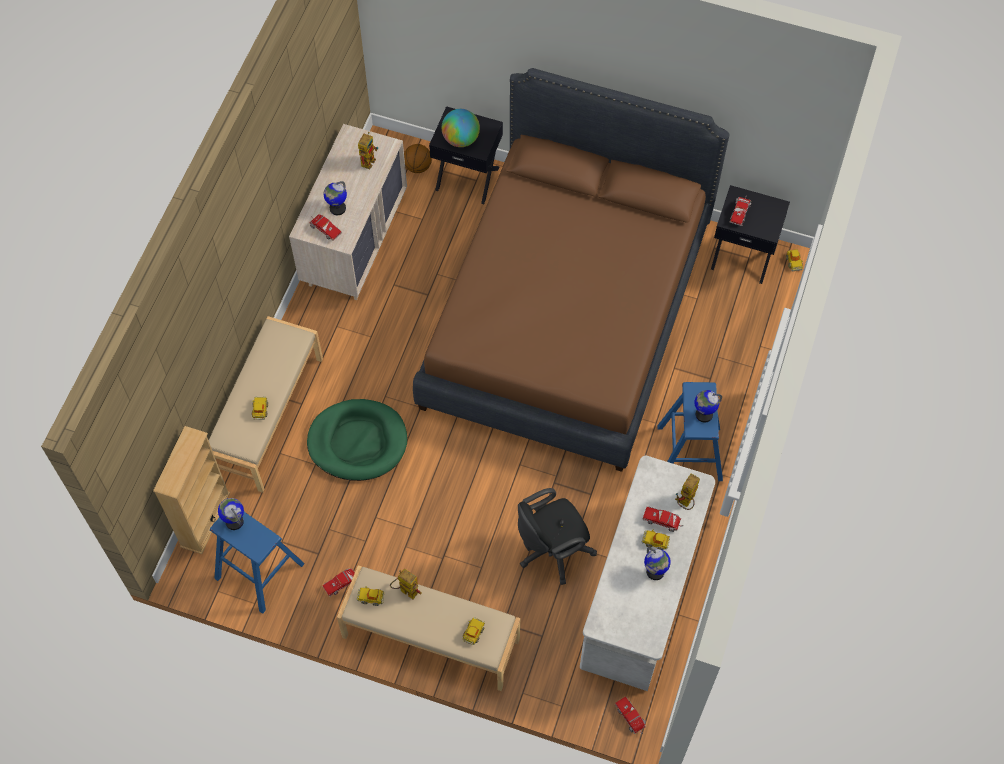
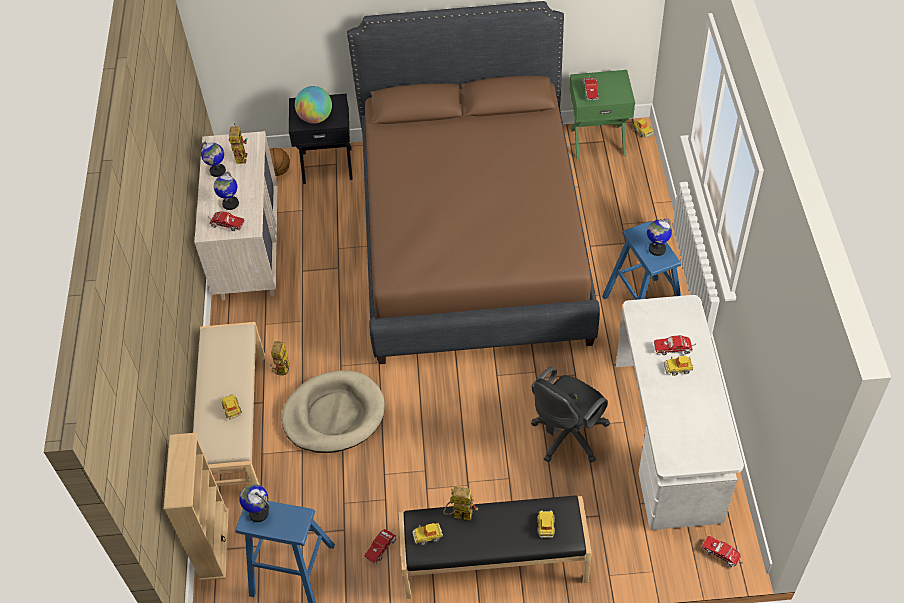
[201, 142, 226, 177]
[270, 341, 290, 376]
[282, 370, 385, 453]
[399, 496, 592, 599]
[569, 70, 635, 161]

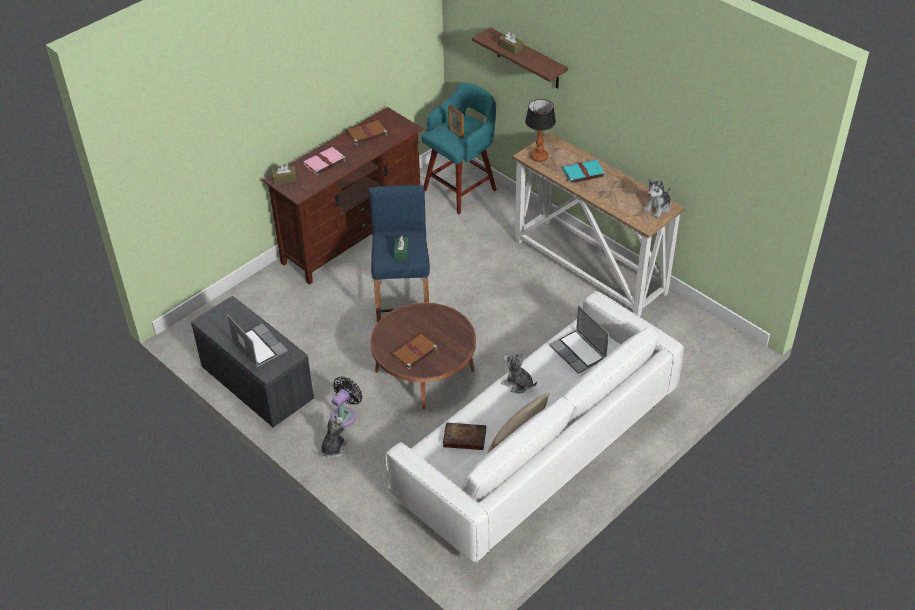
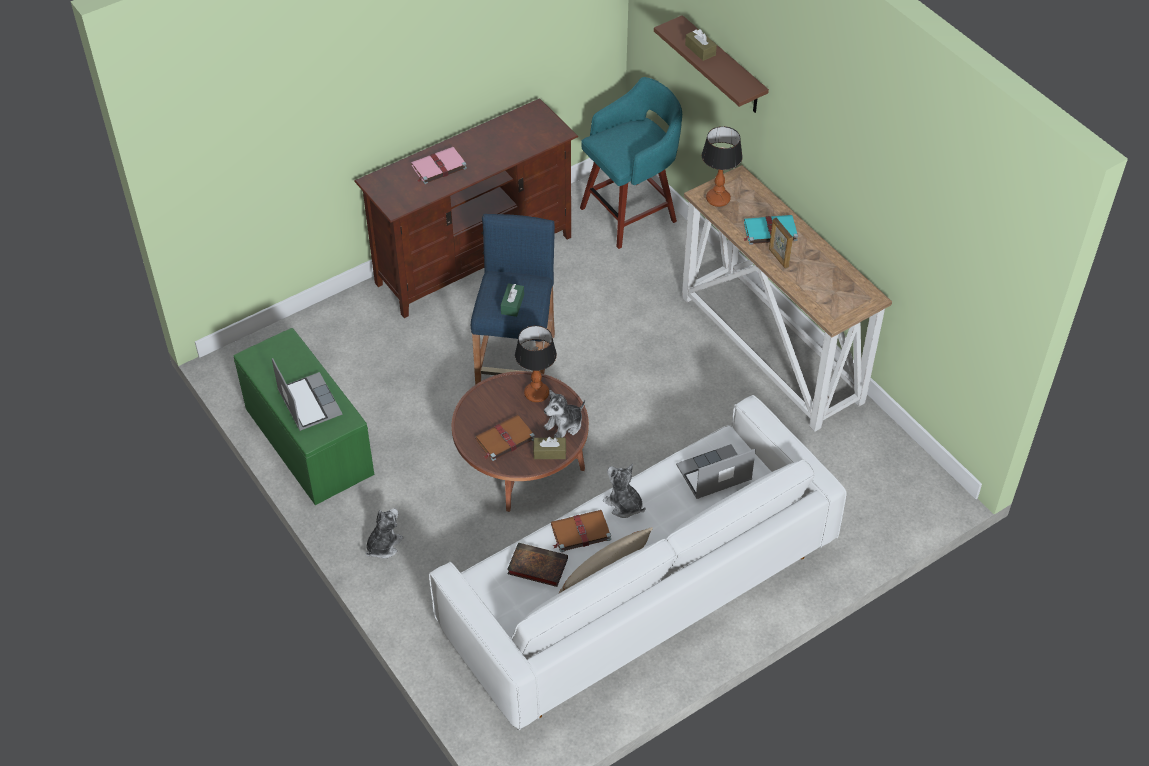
[234, 328, 374, 505]
[515, 325, 557, 402]
[533, 437, 566, 459]
[544, 390, 585, 438]
[551, 510, 611, 552]
[676, 444, 756, 499]
[769, 218, 793, 269]
[331, 376, 362, 427] (first image)

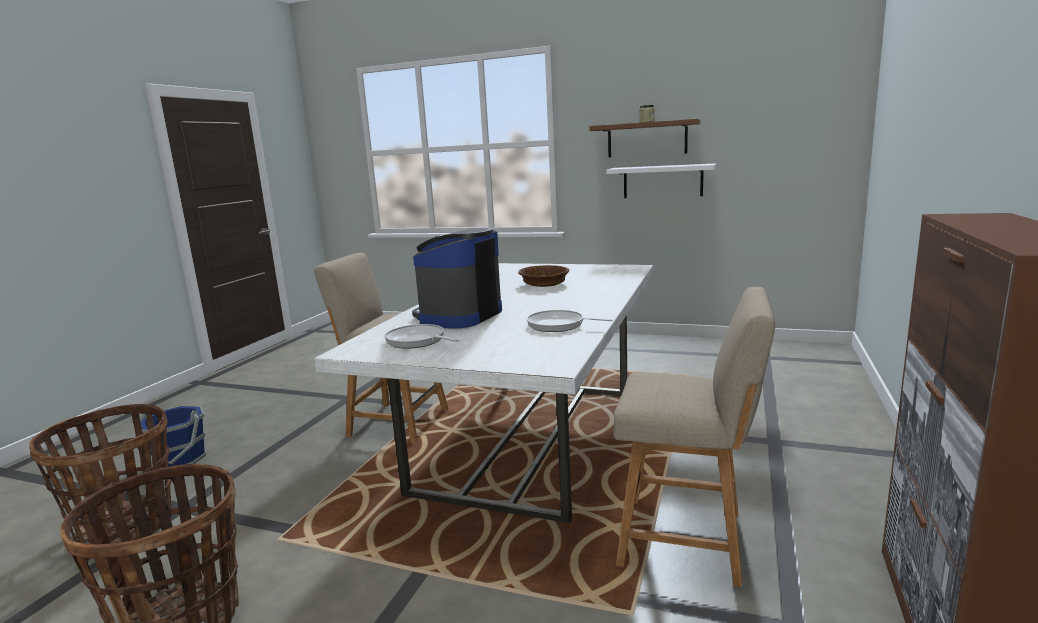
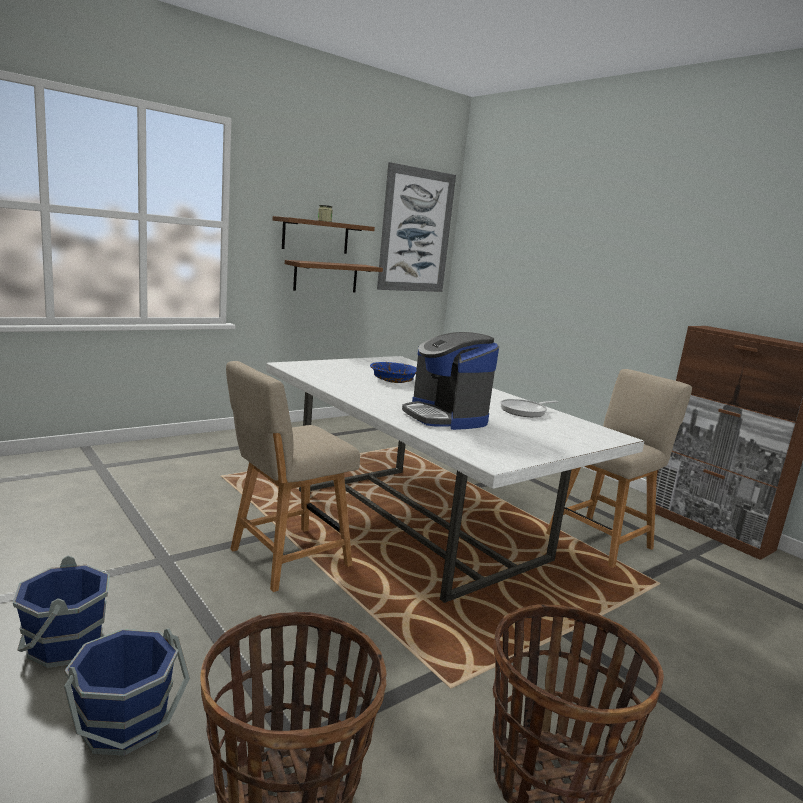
[13, 556, 110, 668]
[285, 260, 383, 292]
[370, 362, 417, 383]
[377, 162, 456, 292]
[384, 324, 460, 349] (first image)

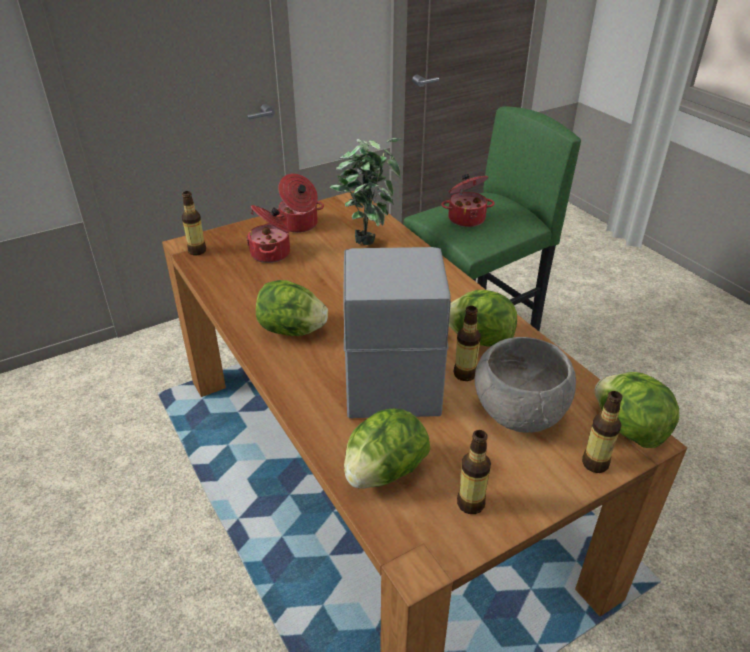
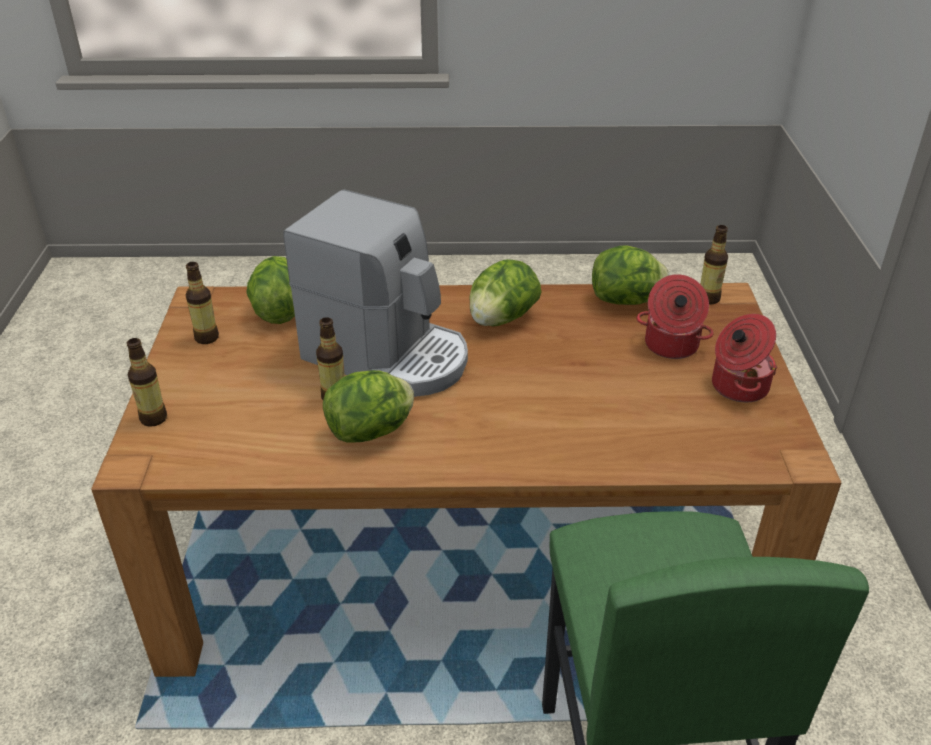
[592, 245, 670, 305]
[330, 138, 402, 245] (first image)
[441, 174, 495, 227] (first image)
[475, 337, 576, 433] (first image)

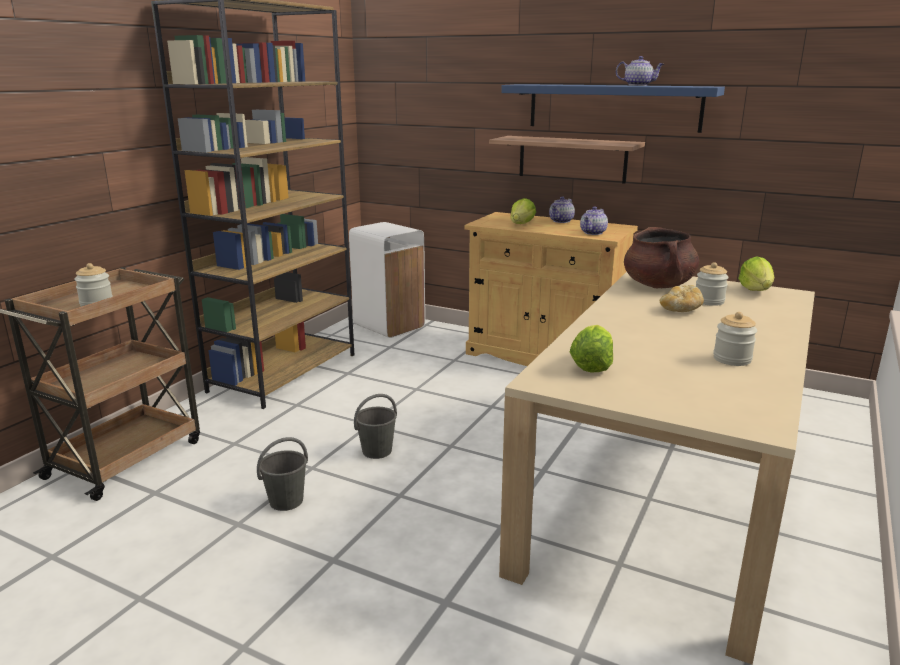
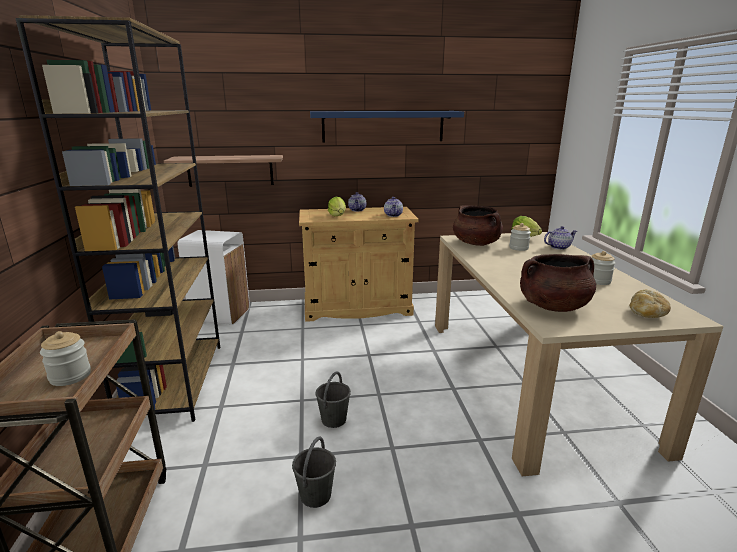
[164, 155, 283, 187]
[520, 254, 596, 312]
[544, 226, 577, 250]
[629, 290, 671, 318]

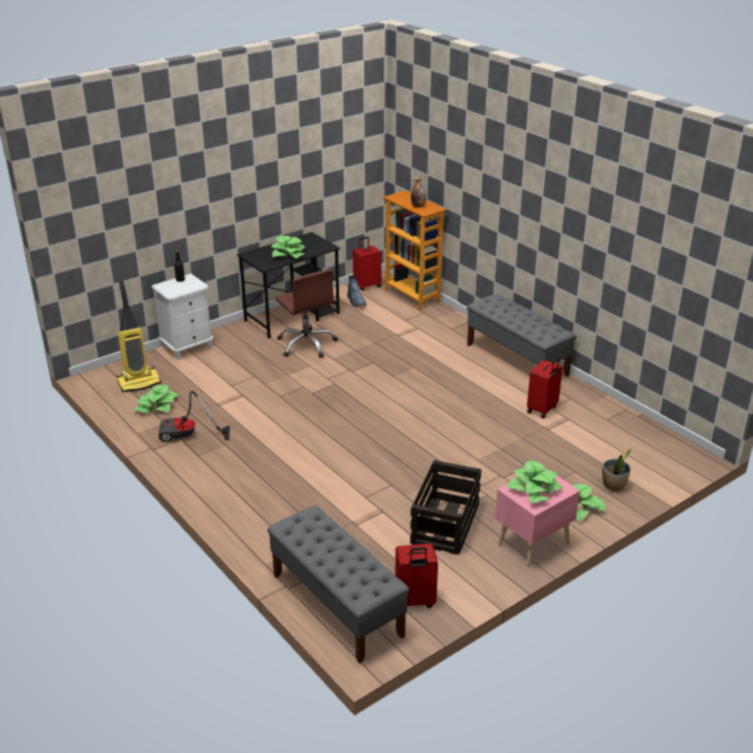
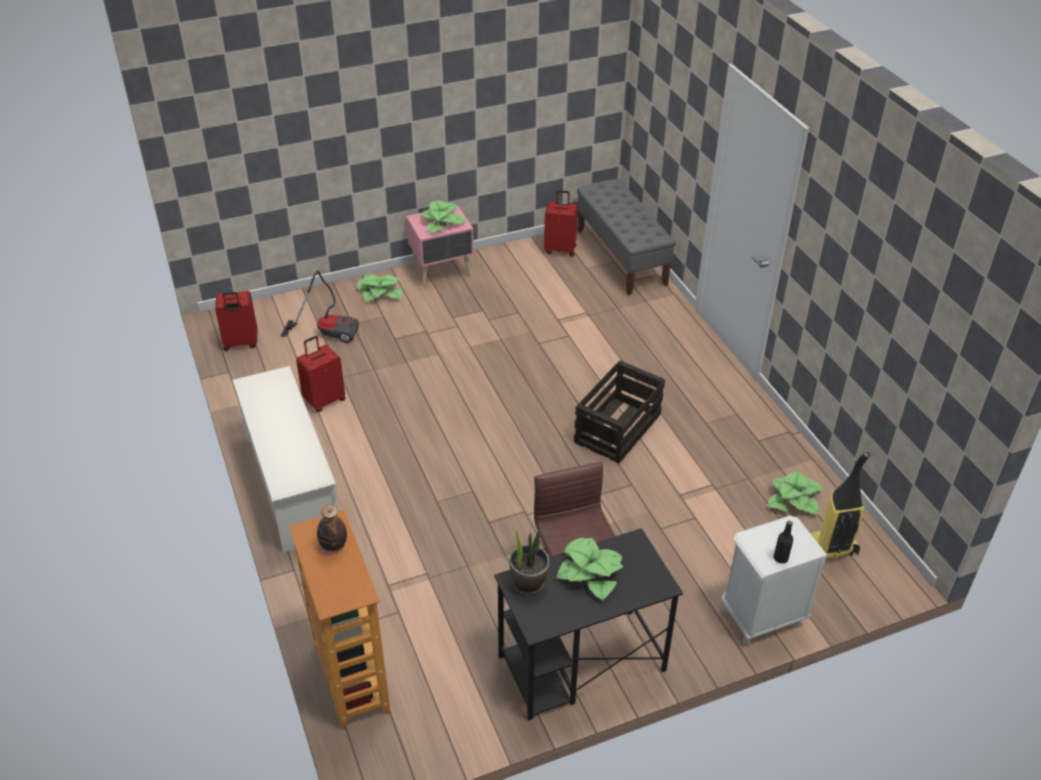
[215, 291, 257, 351]
[232, 366, 339, 552]
[281, 271, 359, 343]
[510, 524, 549, 595]
[574, 360, 665, 463]
[347, 275, 367, 307] (first image)

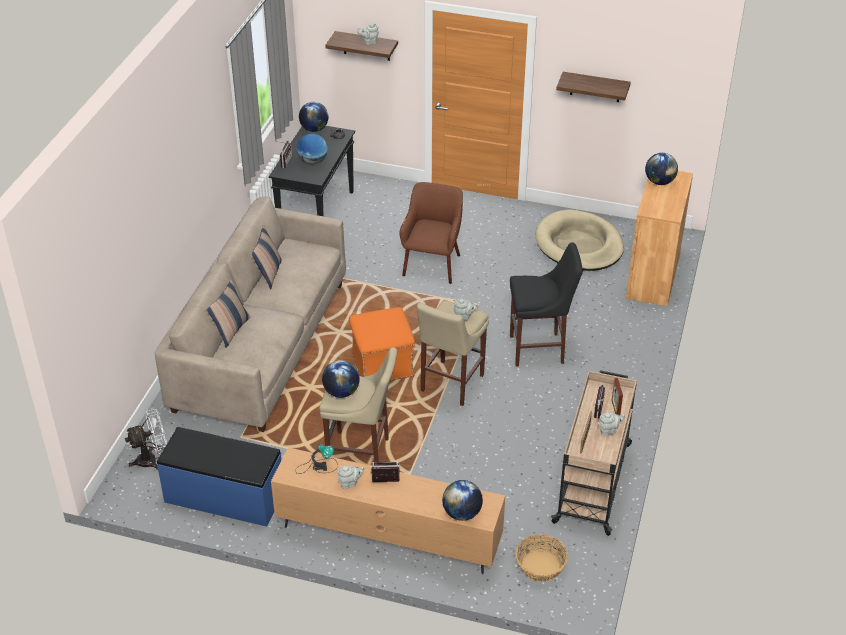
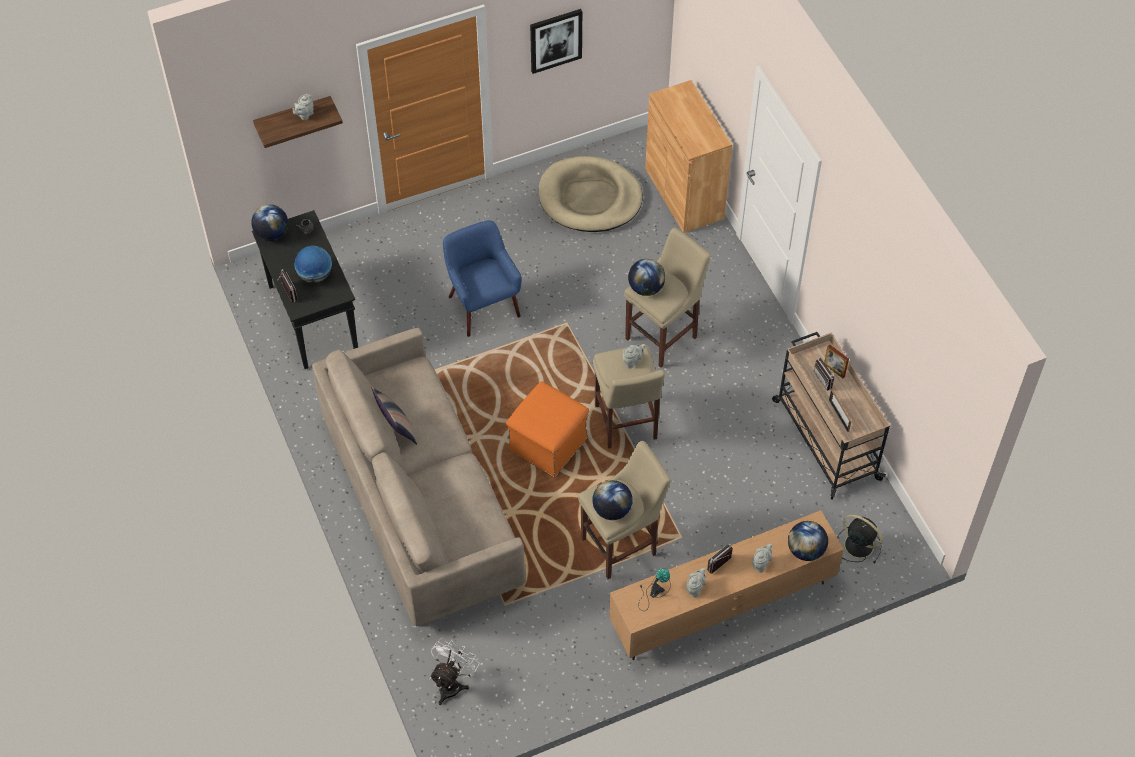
[443, 221, 522, 337]
[530, 9, 582, 74]
[624, 227, 711, 368]
[628, 259, 665, 296]
[752, 544, 773, 573]
[837, 514, 883, 563]
[157, 427, 281, 527] (first image)
[207, 280, 250, 348] (first image)

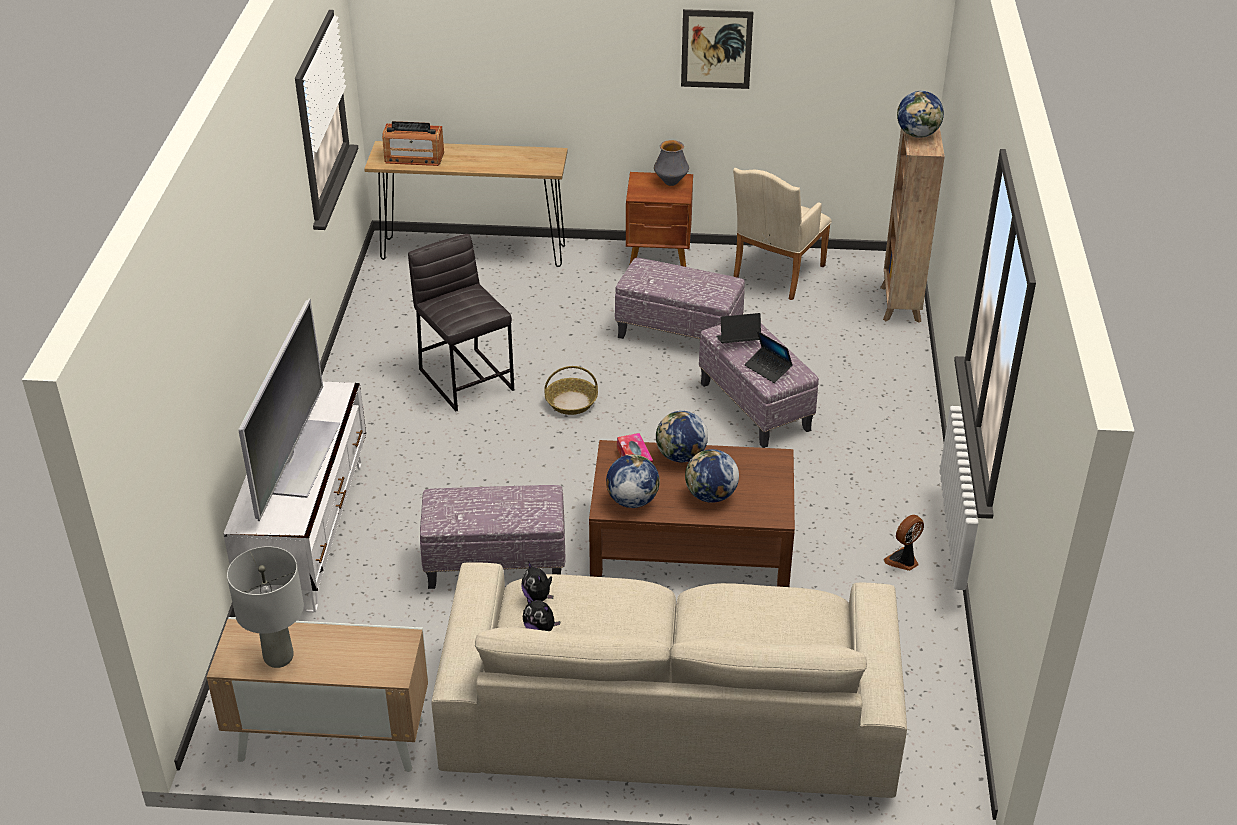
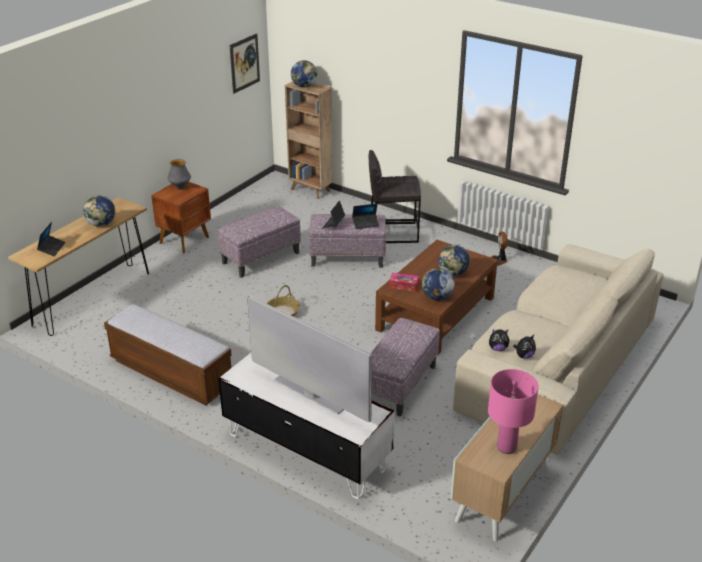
[37, 222, 66, 256]
[83, 195, 115, 227]
[104, 304, 232, 406]
[230, 33, 260, 94]
[369, 150, 421, 243]
[488, 369, 539, 454]
[733, 168, 832, 300] (first image)

